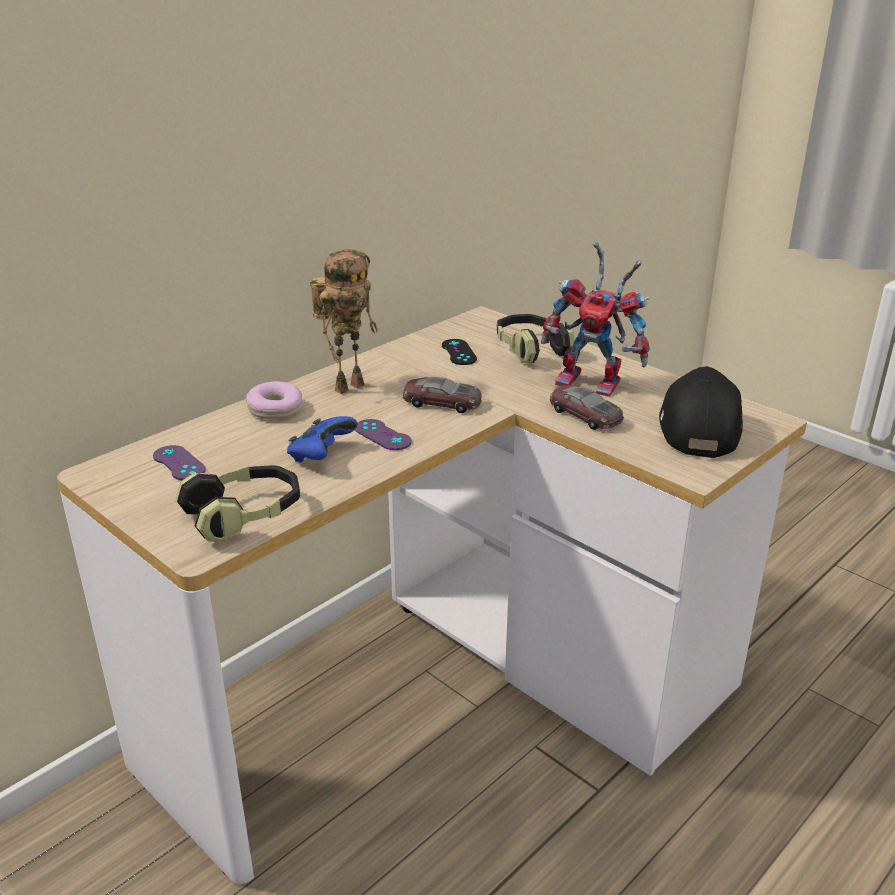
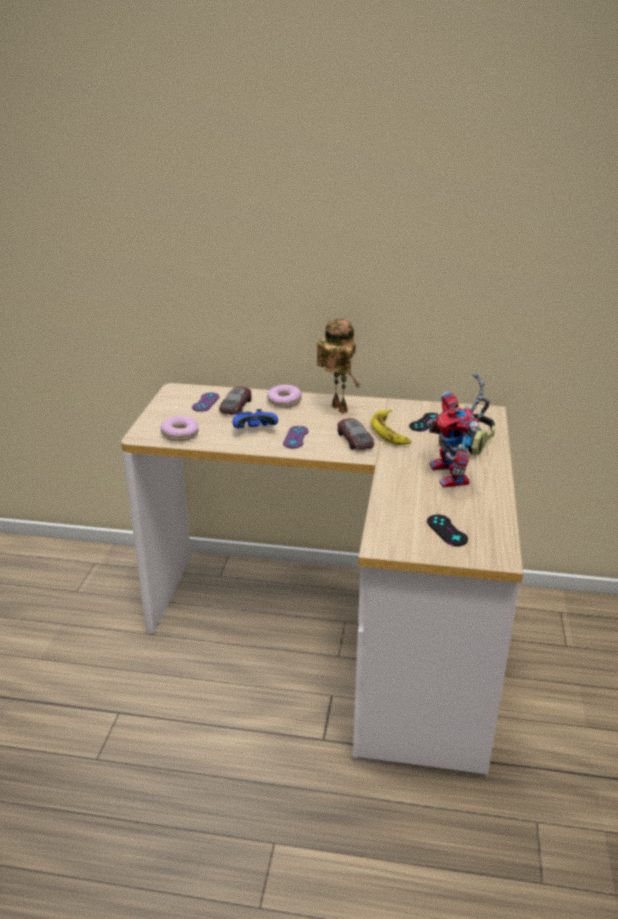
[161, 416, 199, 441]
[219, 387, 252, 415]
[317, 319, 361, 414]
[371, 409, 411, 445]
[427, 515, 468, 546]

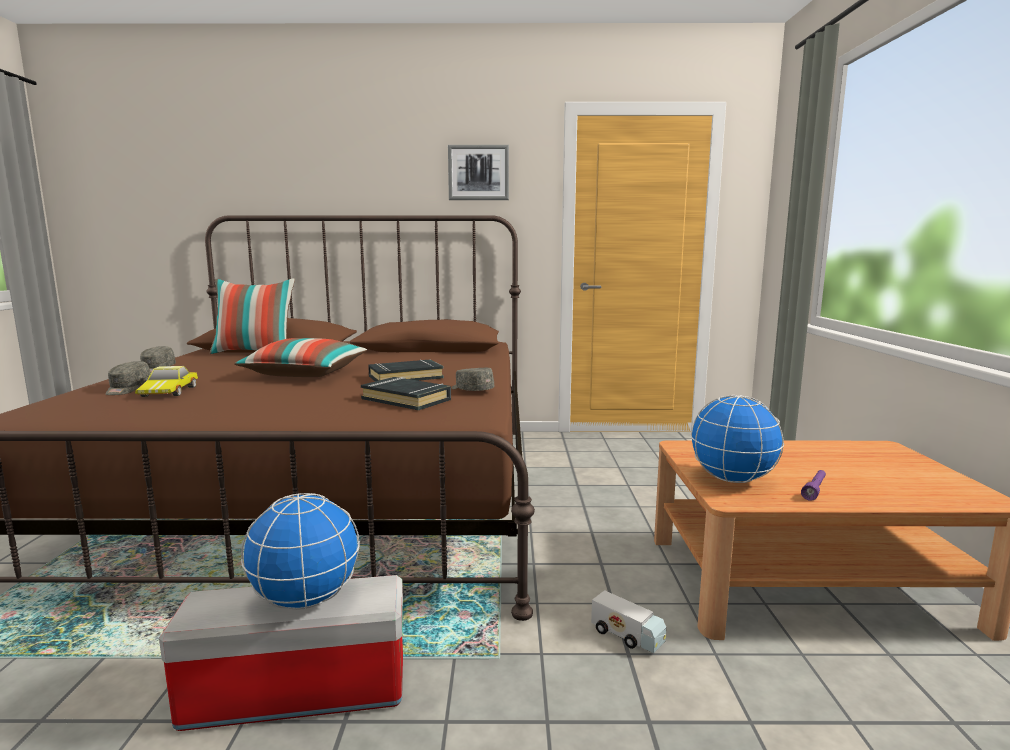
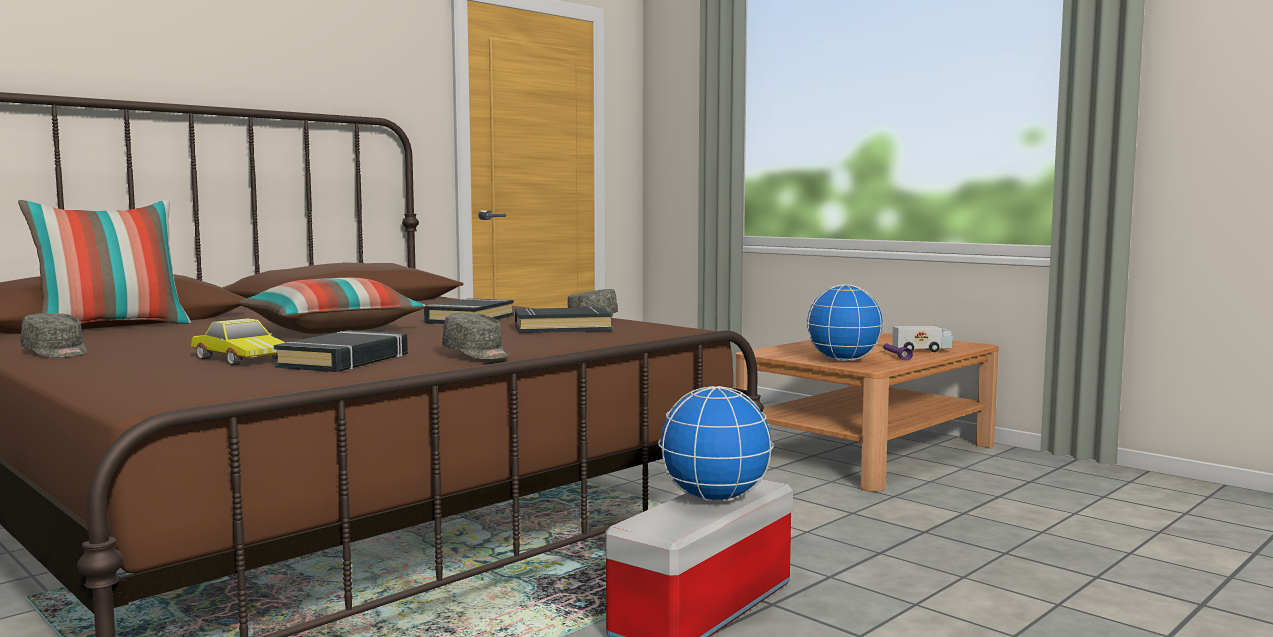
[274, 330, 408, 372]
[442, 312, 509, 359]
[892, 326, 953, 352]
[448, 145, 509, 200] (first image)

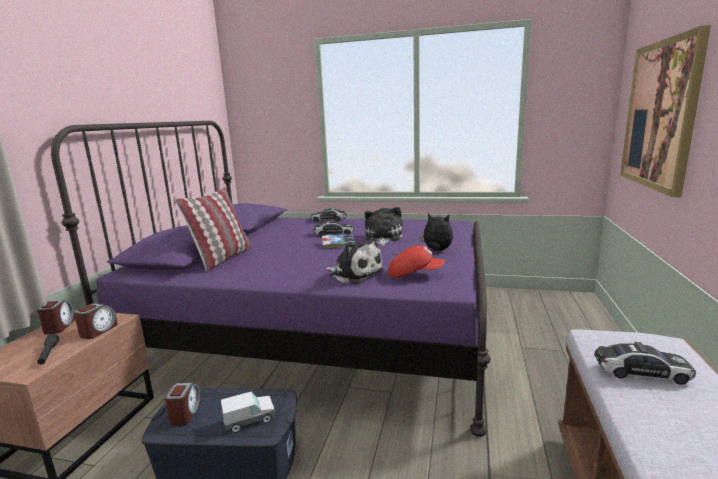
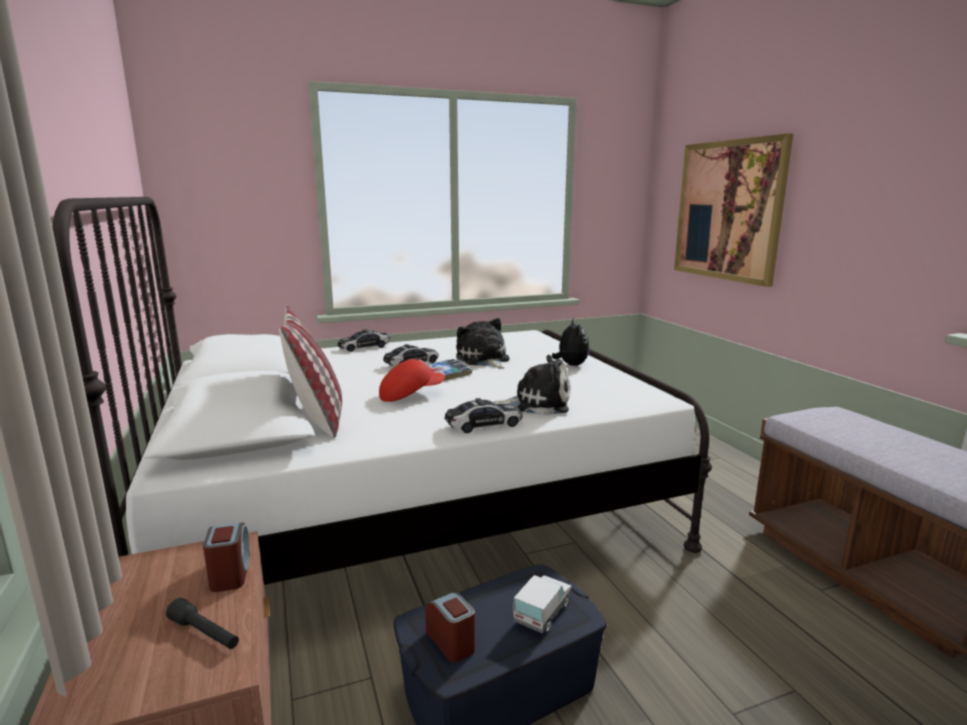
[53, 197, 712, 585]
[379, 359, 445, 402]
[444, 398, 522, 433]
[552, 320, 589, 366]
[37, 300, 75, 335] (first image)

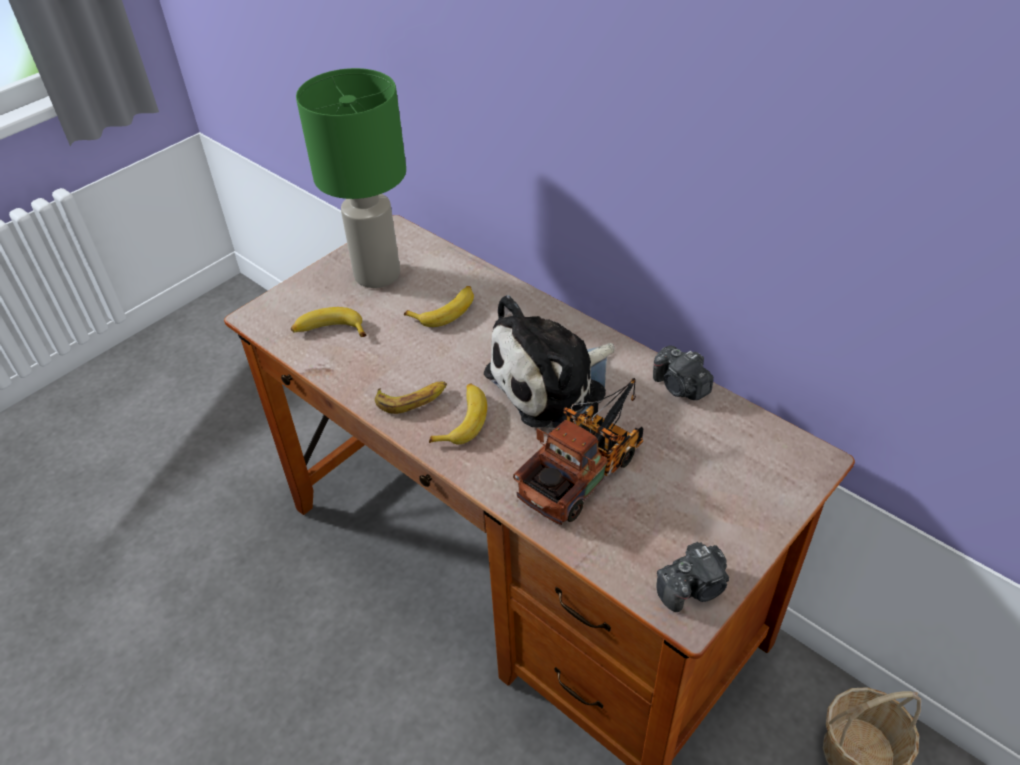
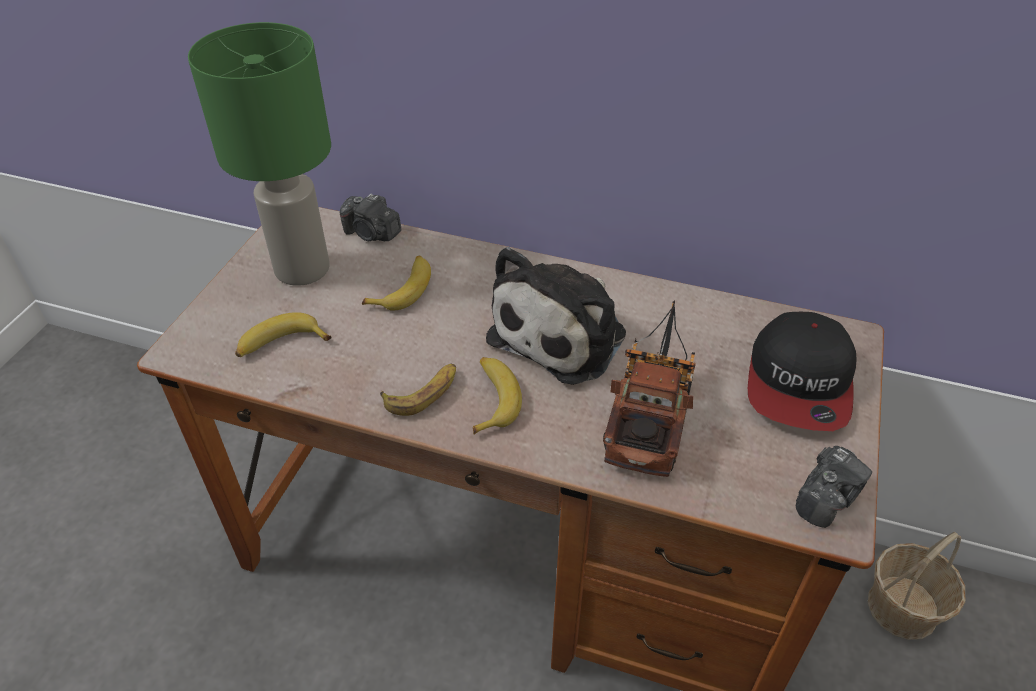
[340, 194, 401, 241]
[748, 312, 856, 431]

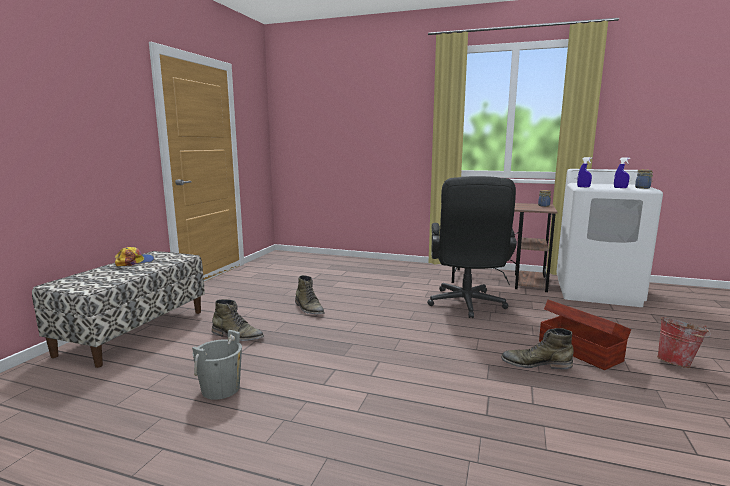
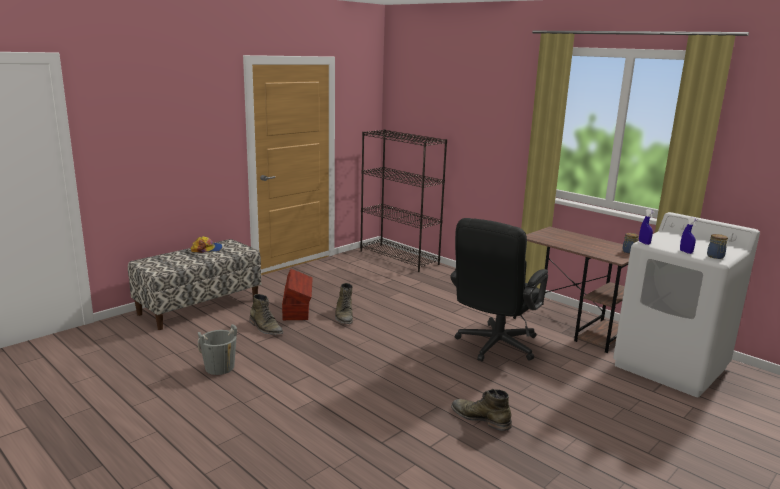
[282, 269, 312, 320]
[360, 129, 447, 272]
[657, 317, 711, 368] (first image)

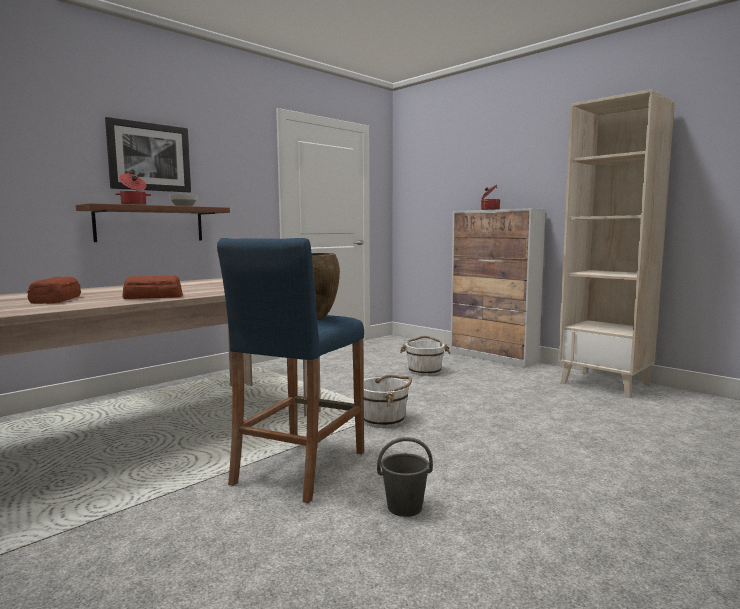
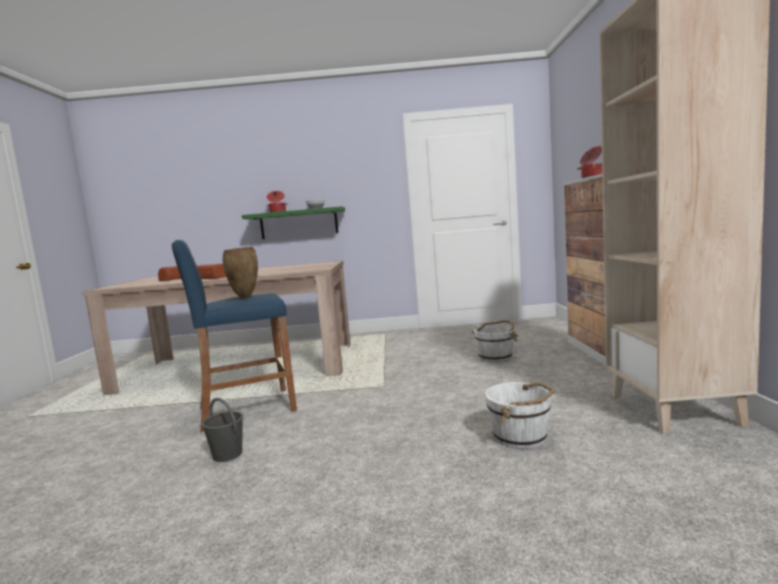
[242, 206, 345, 239]
[485, 381, 555, 449]
[105, 117, 191, 192] (first image)

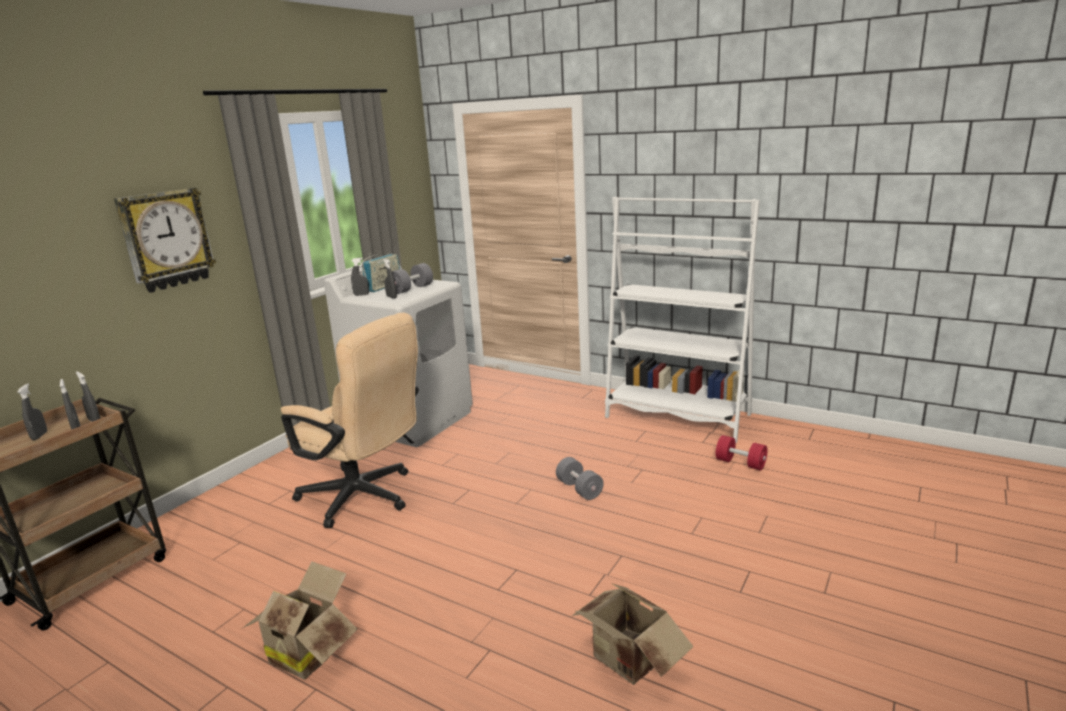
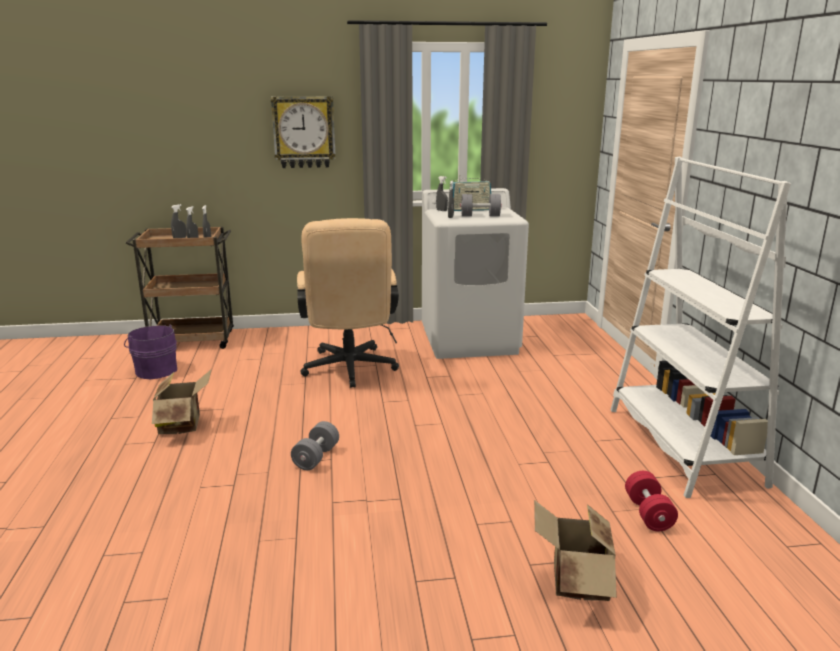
[124, 324, 177, 379]
[291, 421, 339, 470]
[534, 500, 617, 601]

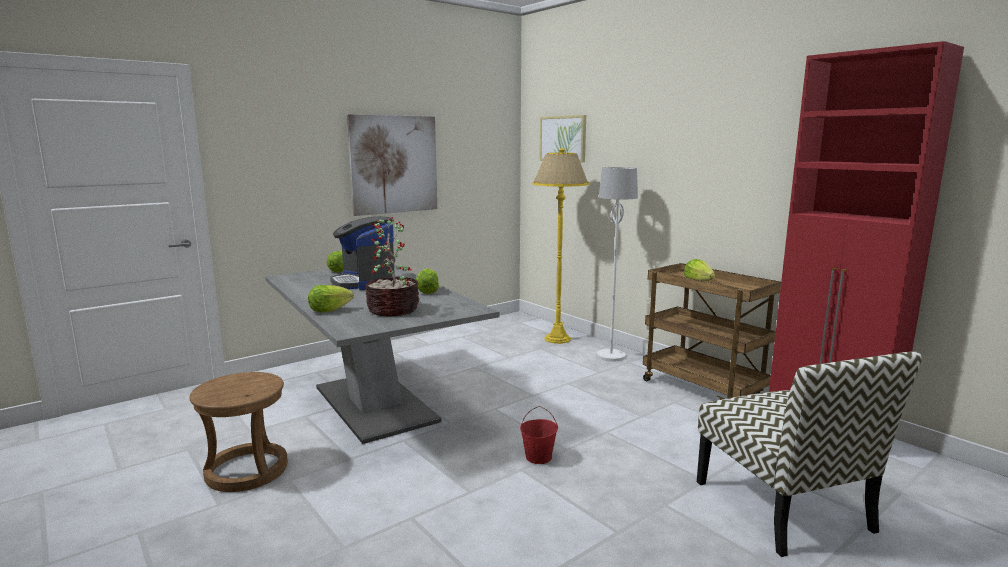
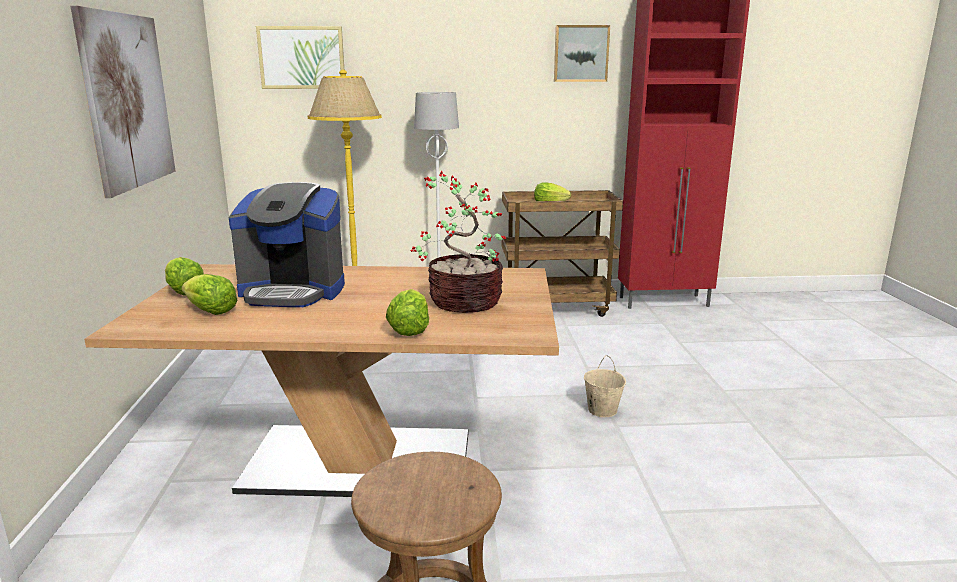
[84, 264, 559, 497]
[182, 274, 237, 315]
[554, 25, 610, 82]
[584, 355, 626, 417]
[697, 351, 922, 557] (first image)

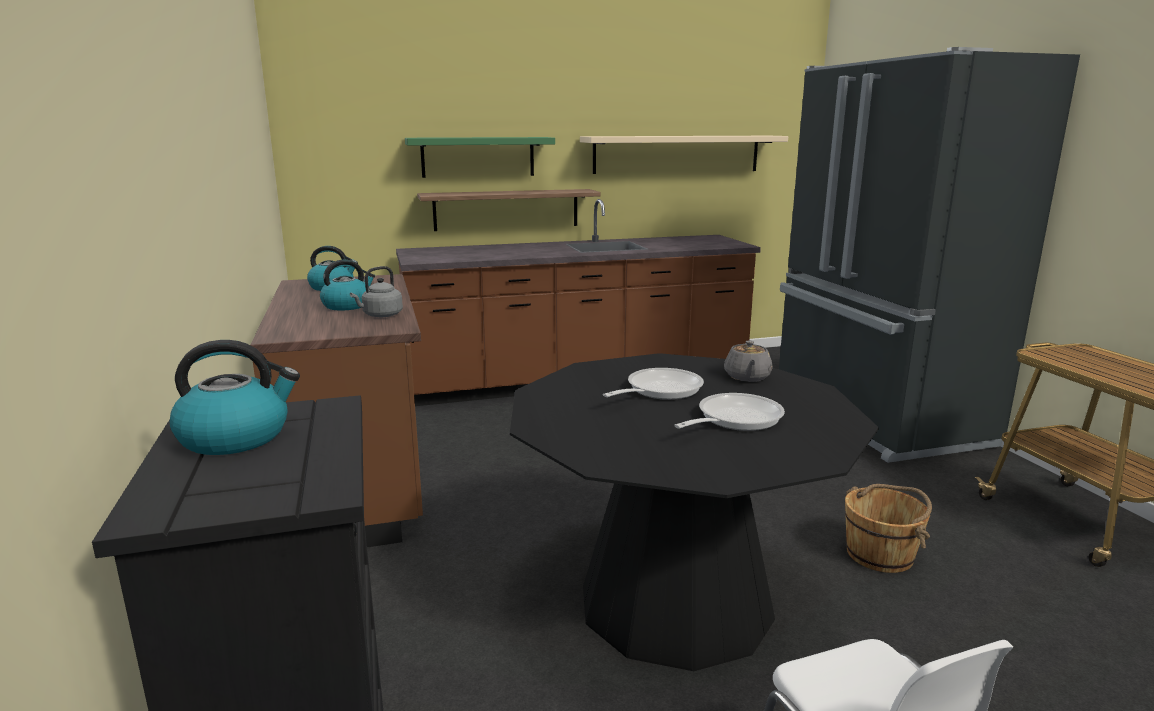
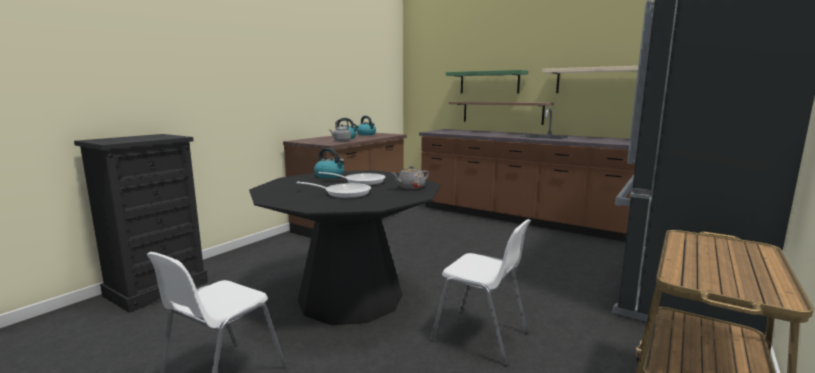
[314, 148, 344, 178]
[430, 219, 531, 366]

